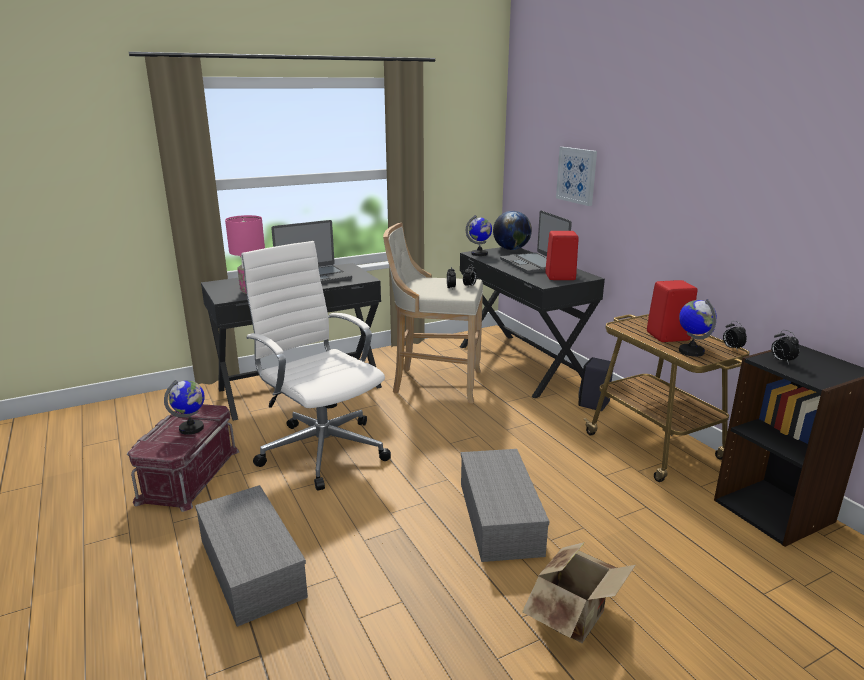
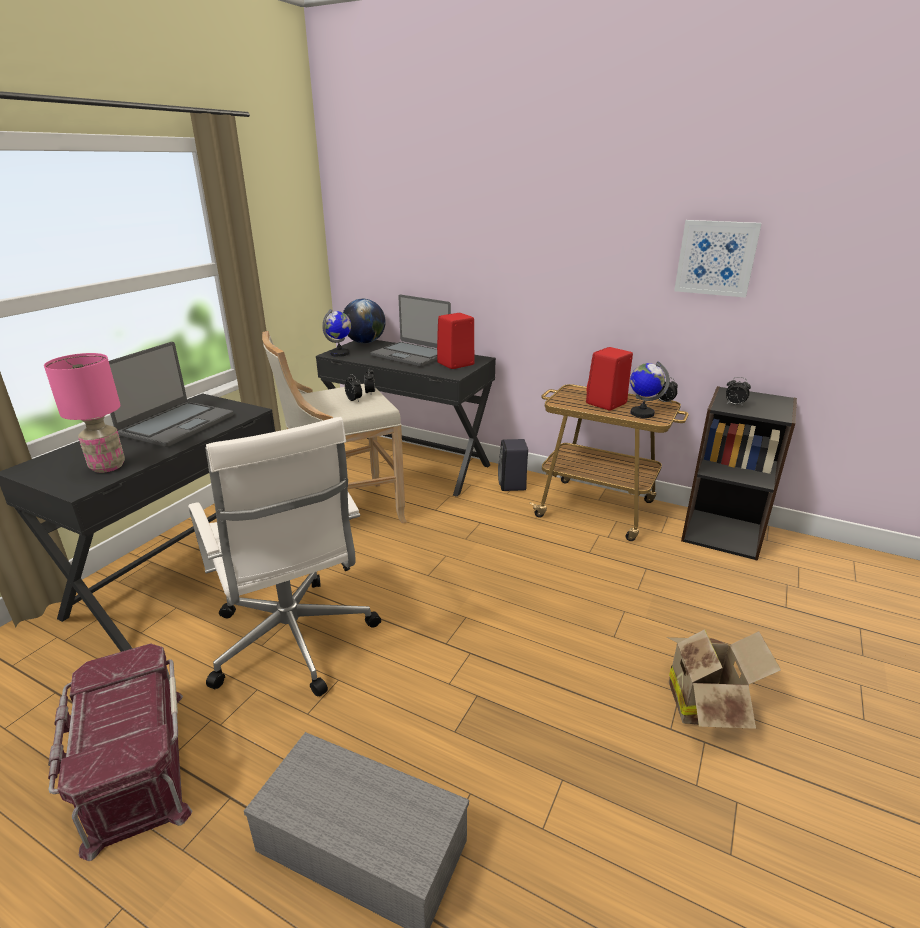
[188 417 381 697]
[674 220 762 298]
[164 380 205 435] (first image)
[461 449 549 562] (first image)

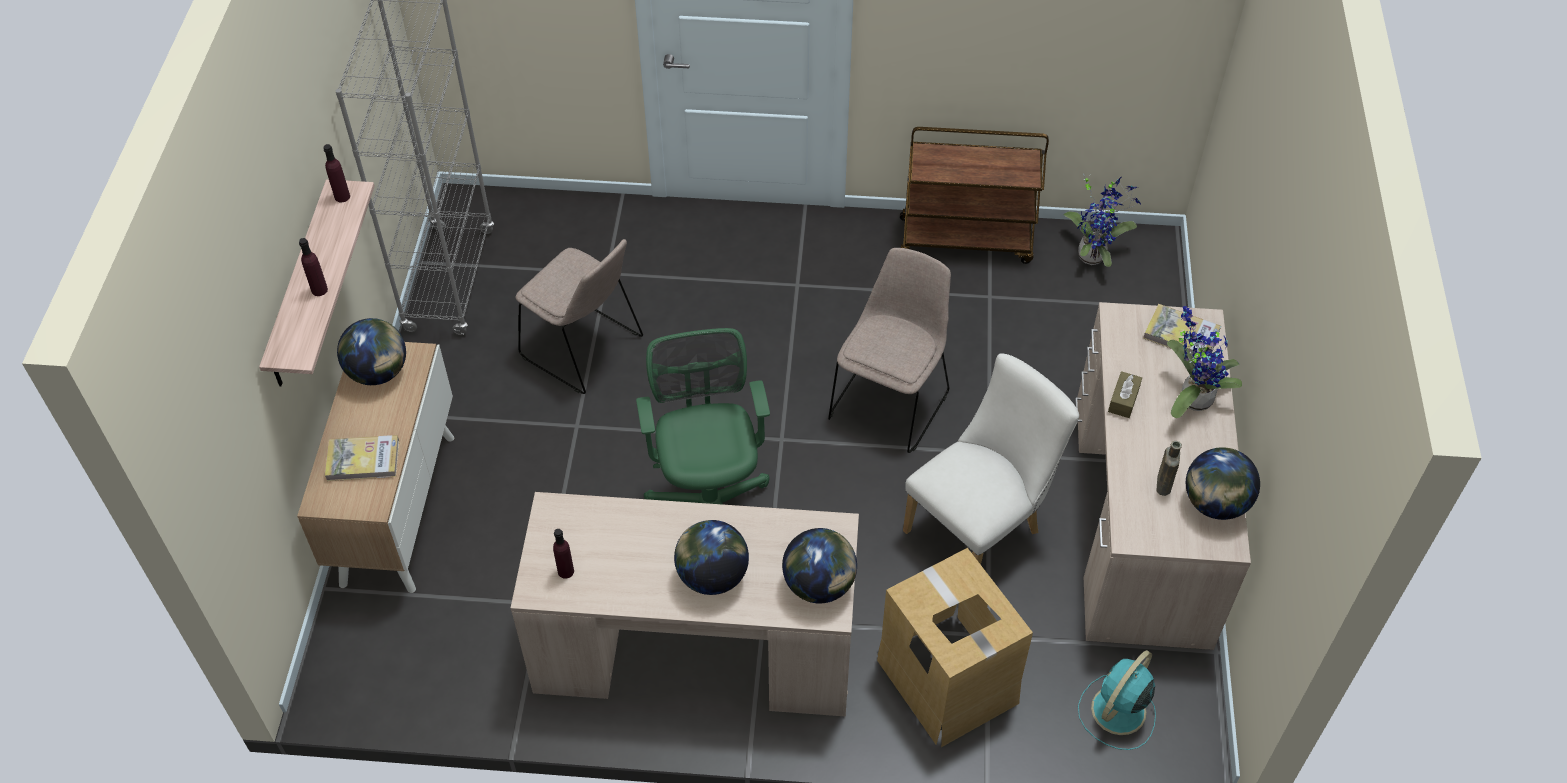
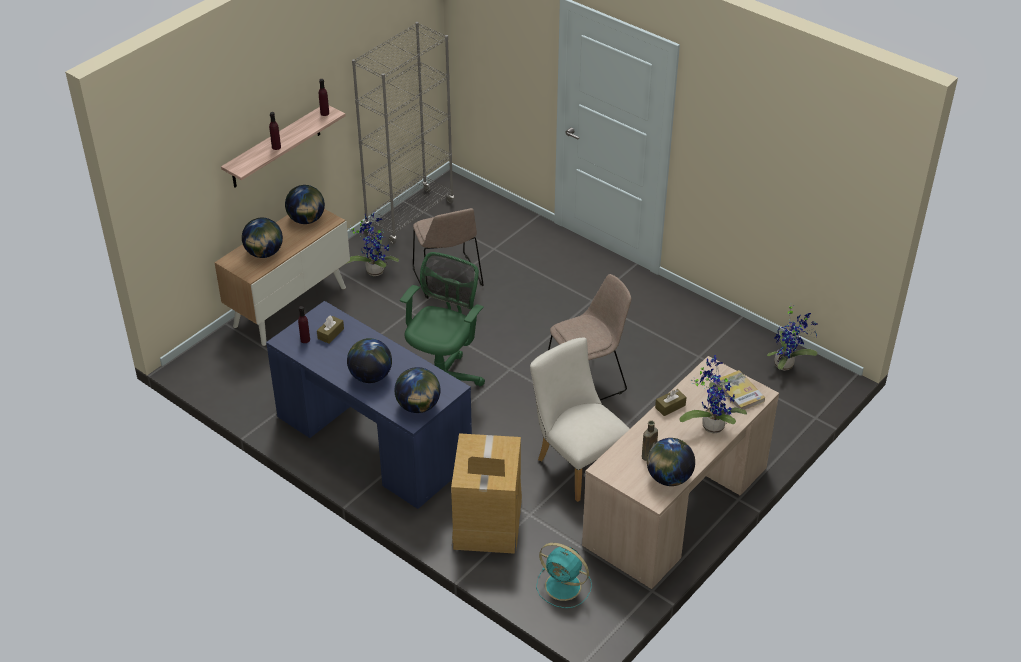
[242 218 283 258]
[266 301 472 509]
[317 315 344 344]
[346 213 399 276]
[530 338 630 502]
[536 543 592 608]
[900 127 1049 264] (first image)

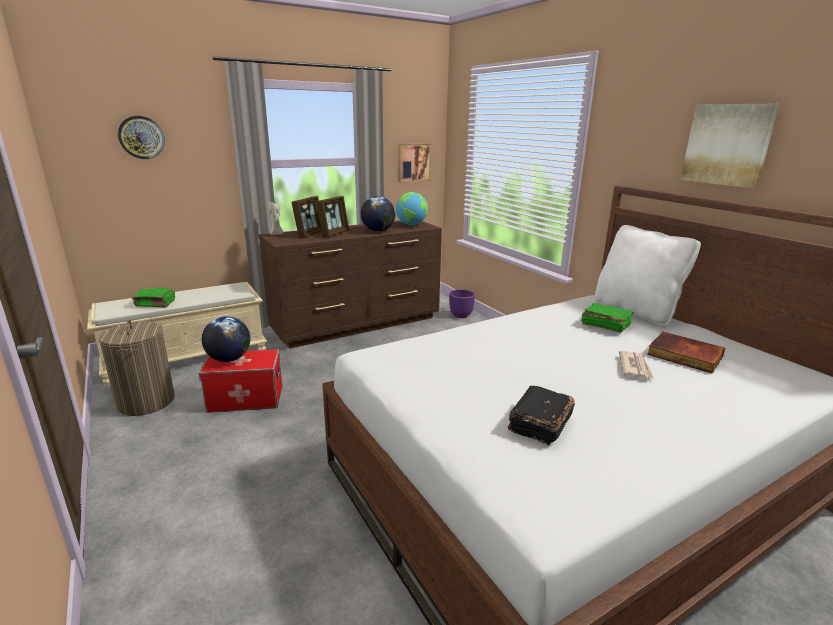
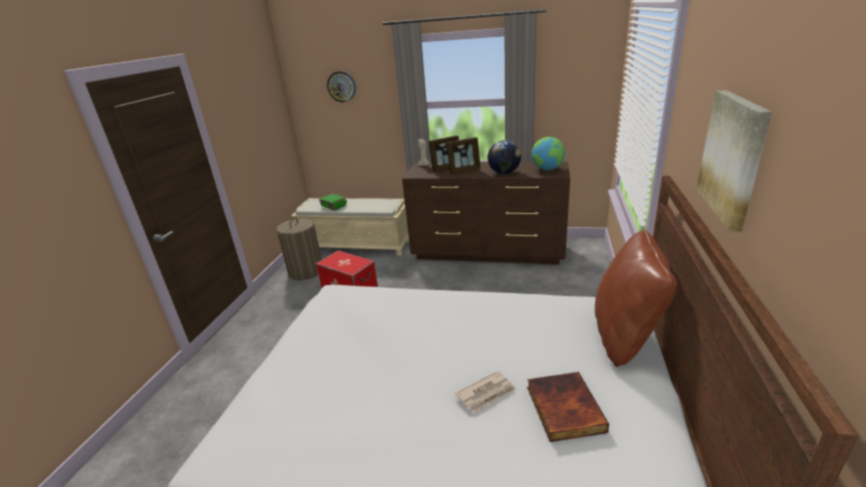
[595 229 677 367]
[201 316 250 362] (first image)
[398 144 432 182] (first image)
[449 289 475 318] (first image)
[508 386 575 445] (first image)
[581 303 634 333] (first image)

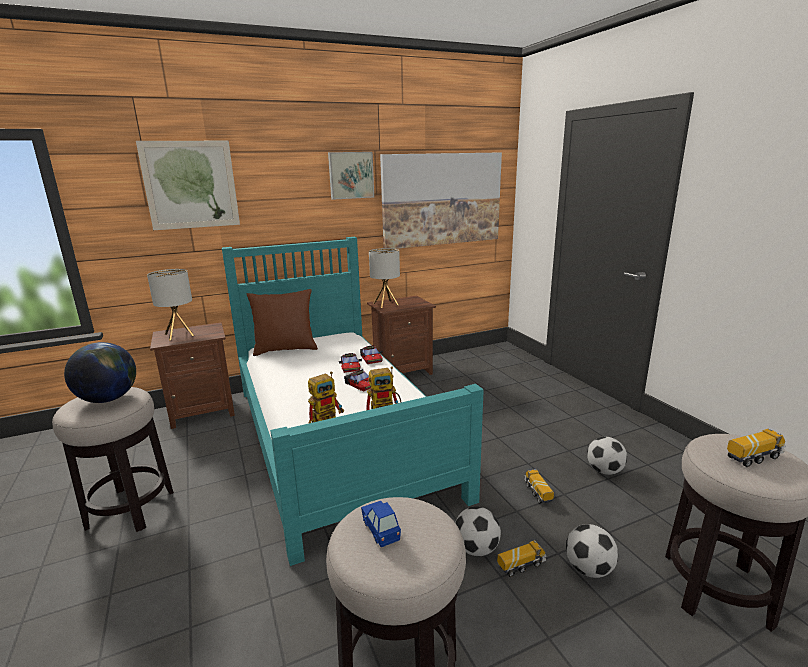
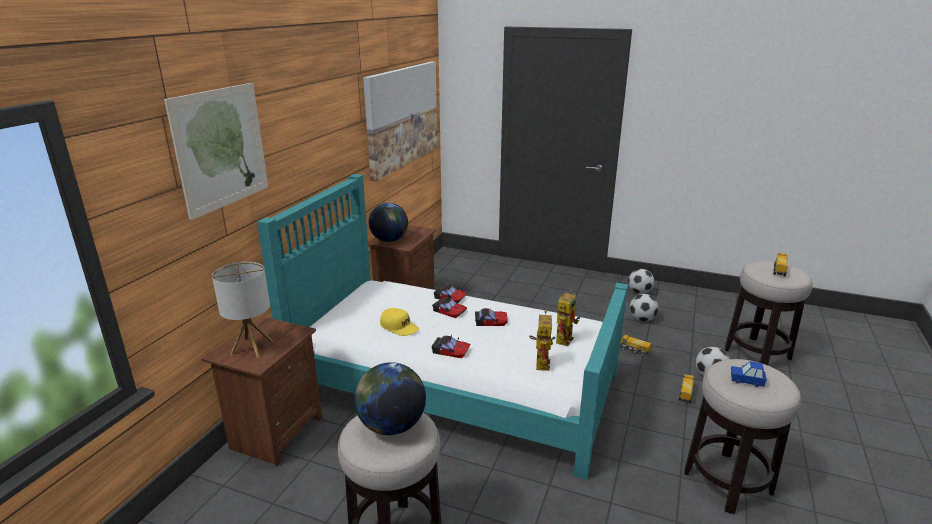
[369 203 408 242]
[380 308 419 336]
[431 335 470 358]
[628 269 654 294]
[247 289 318 356] (first image)
[328 152 374 200] (first image)

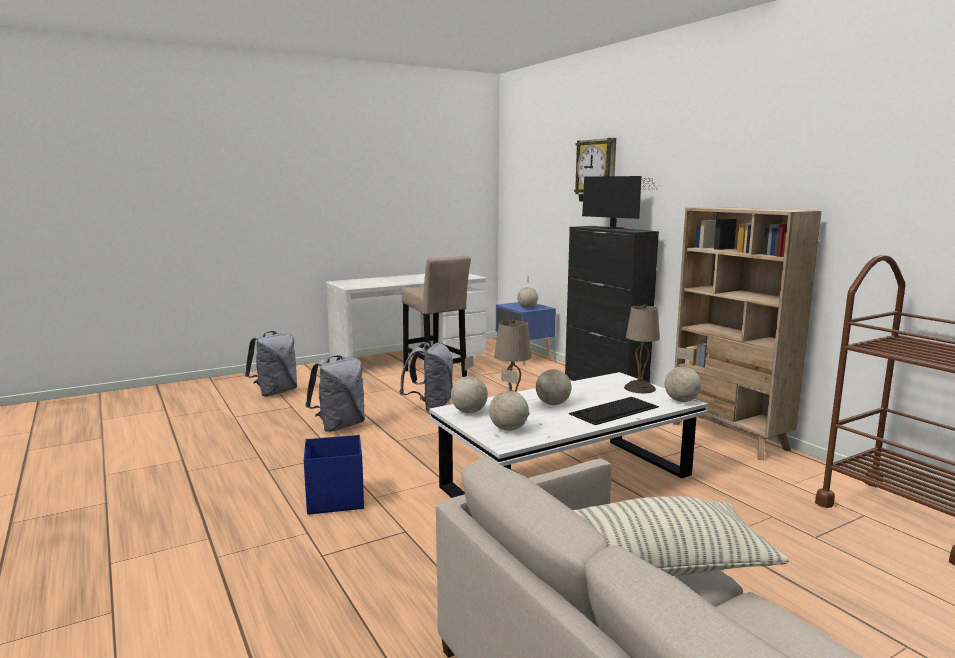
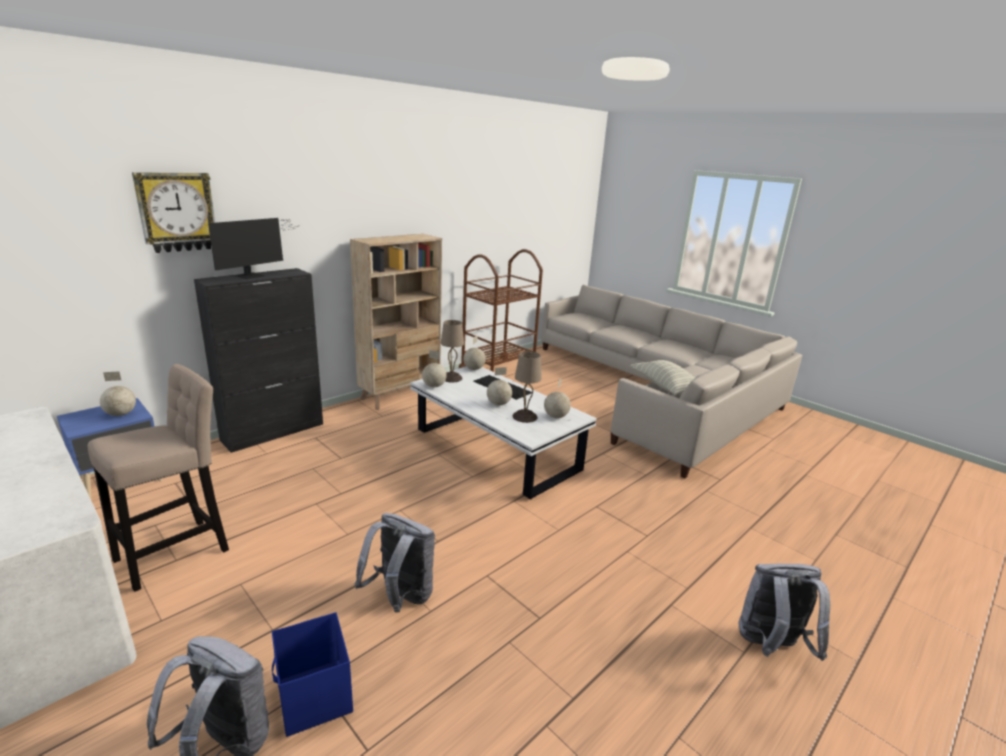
[272 612 353 737]
[422 350 447 387]
[739 564 830 661]

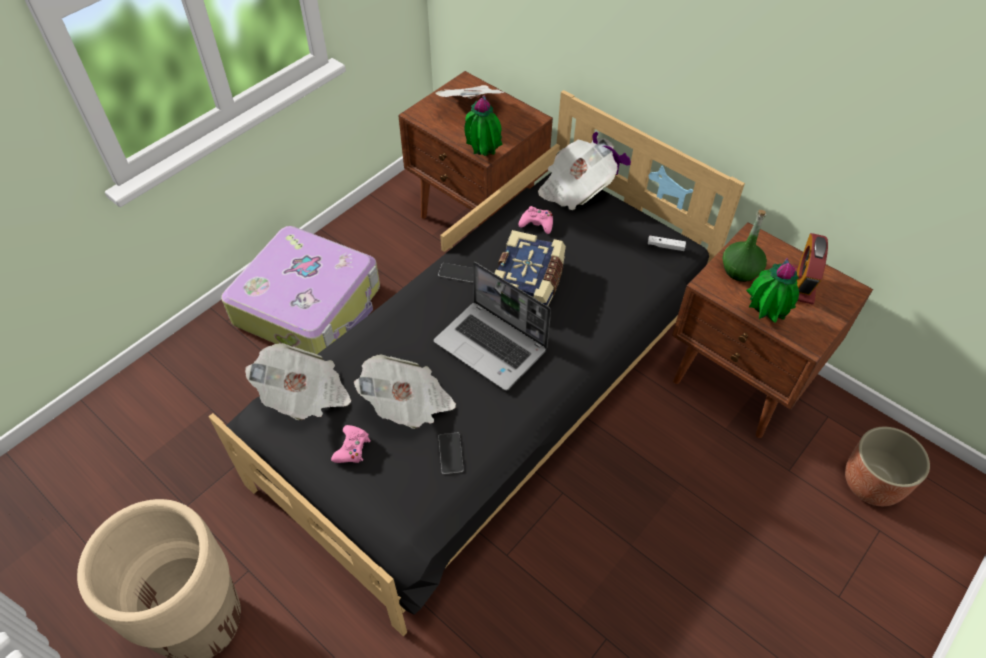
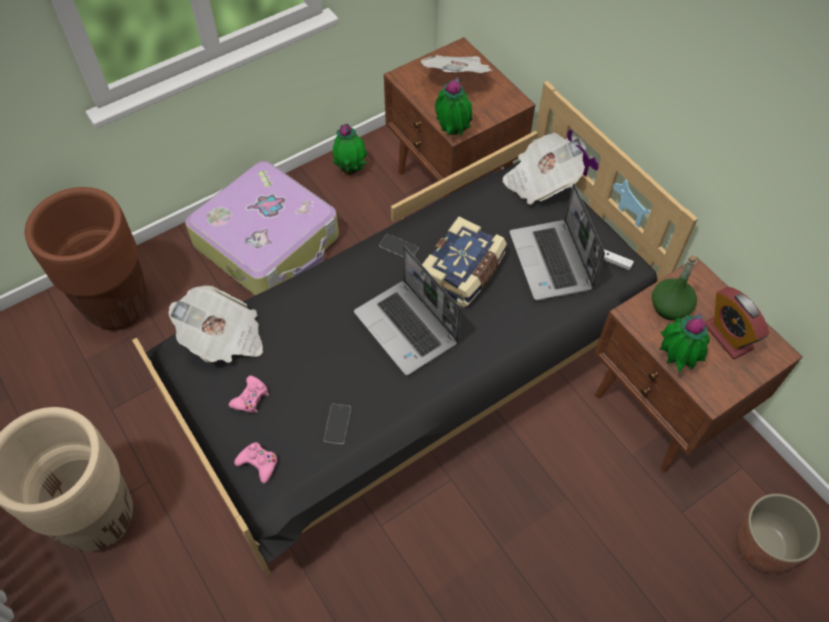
[25 187 148 330]
[234 442 278 484]
[333 124 368 175]
[509 183 605 301]
[704 287 769 359]
[354 354 456 429] (first image)

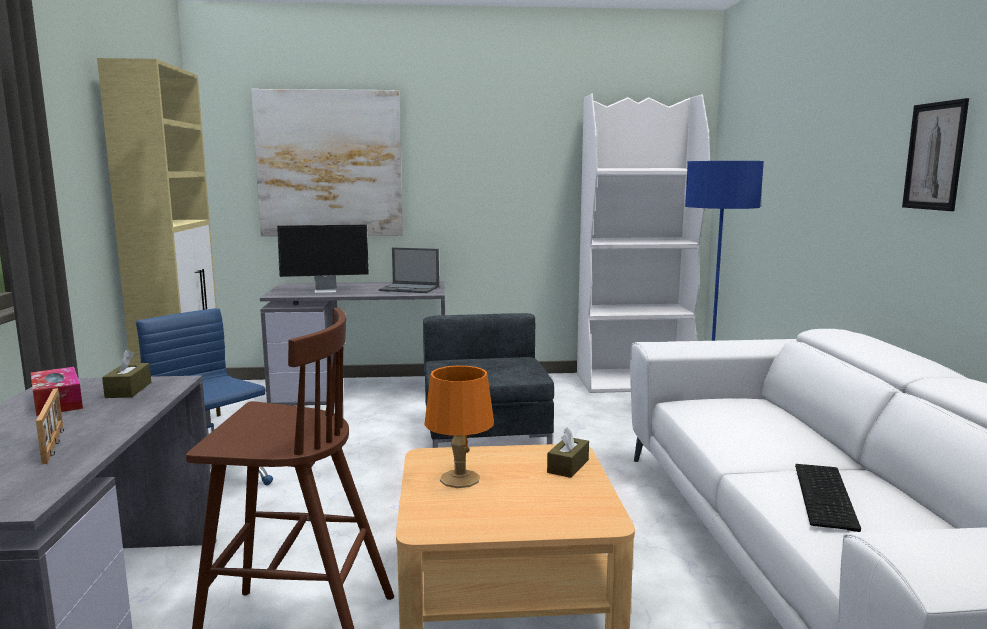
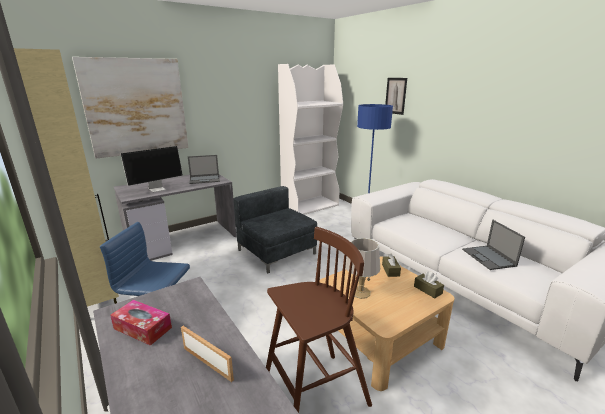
[345 238 380 299]
[385 78 407 115]
[414 271 444 298]
[462 220 525 270]

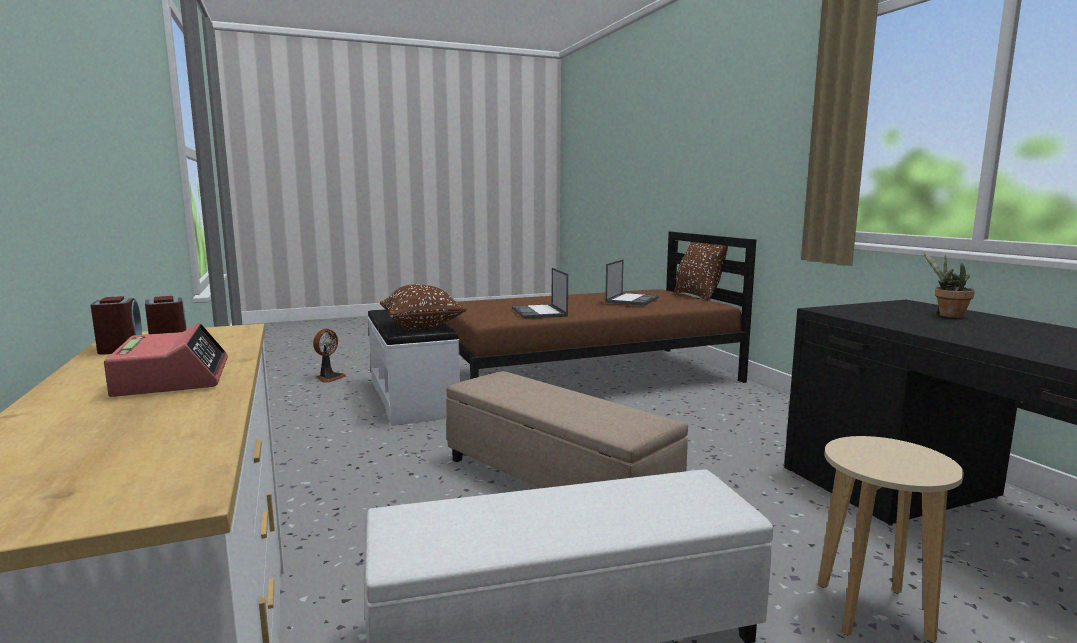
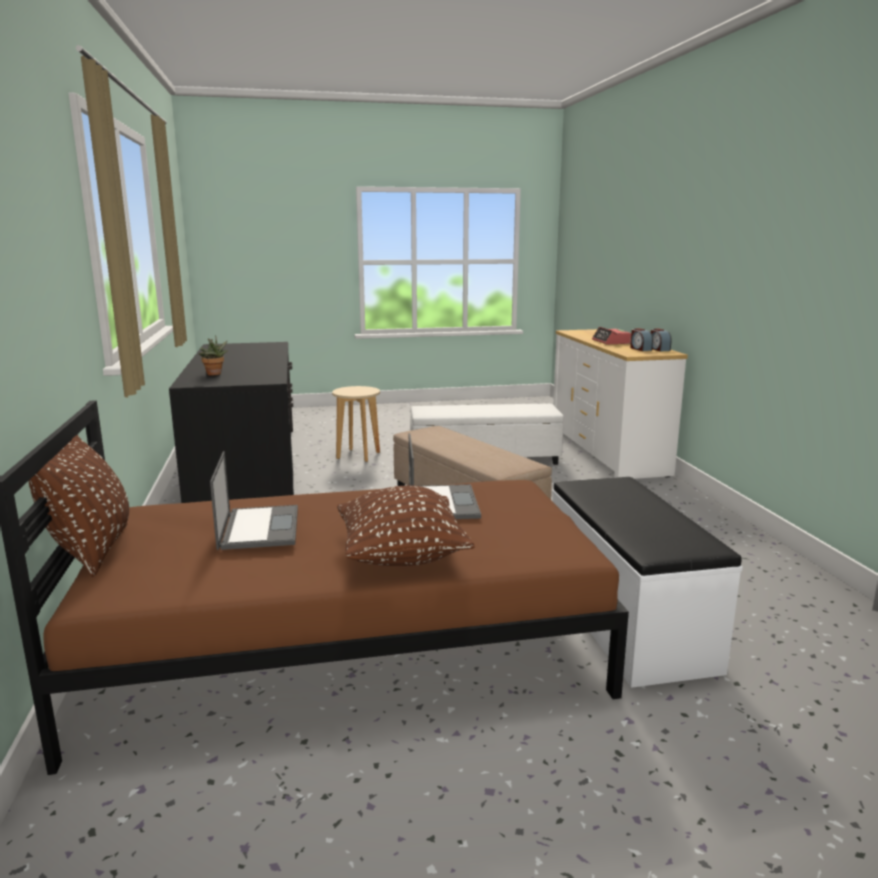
[210 451 298 550]
[337 485 475 566]
[313 329 346 383] (first image)

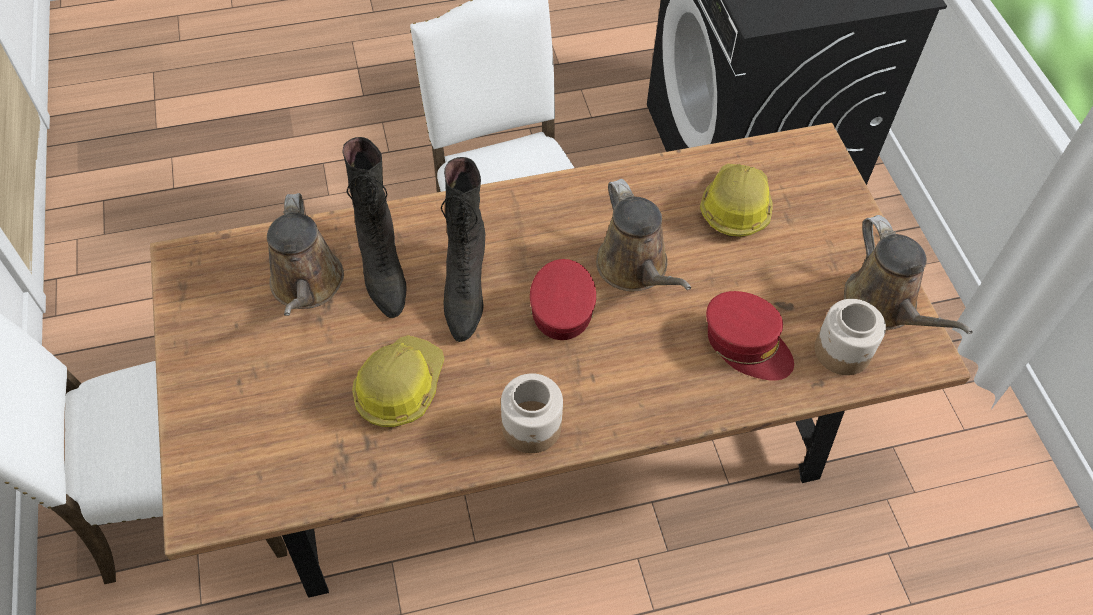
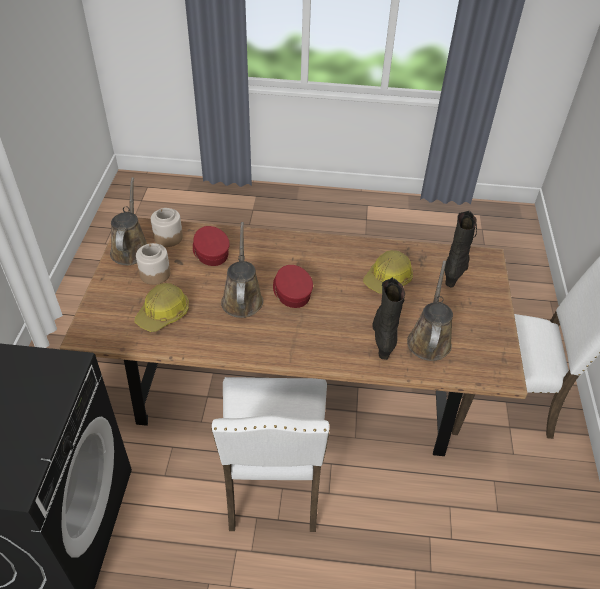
[136 243 170 285]
[273 265 313 308]
[444 211 477 288]

